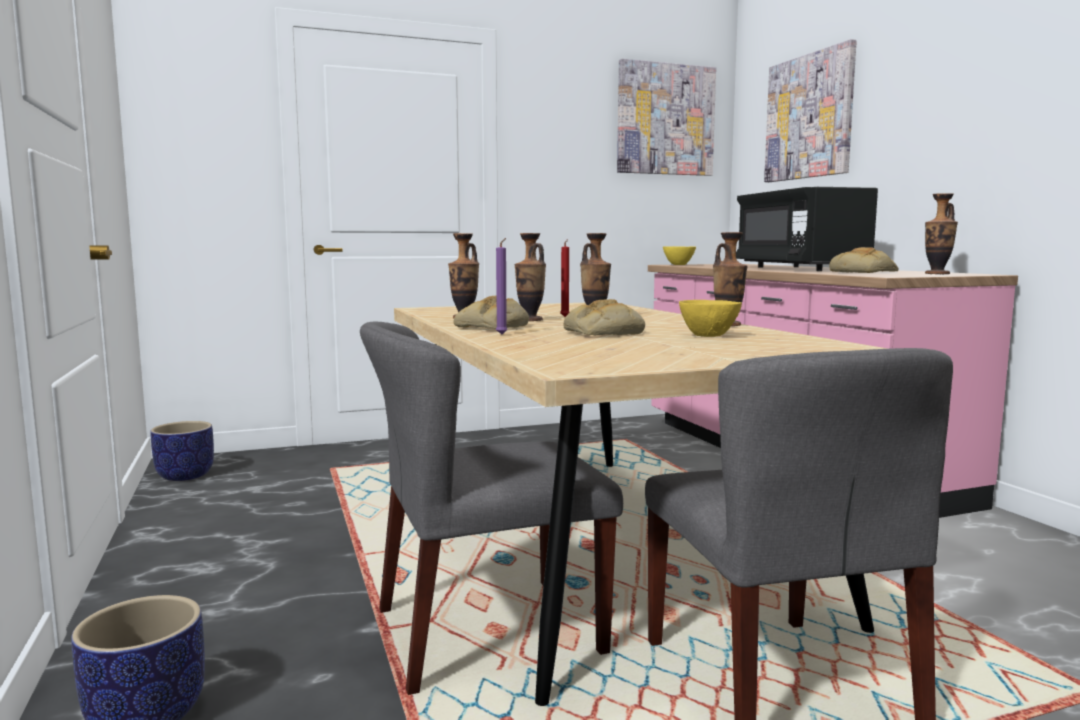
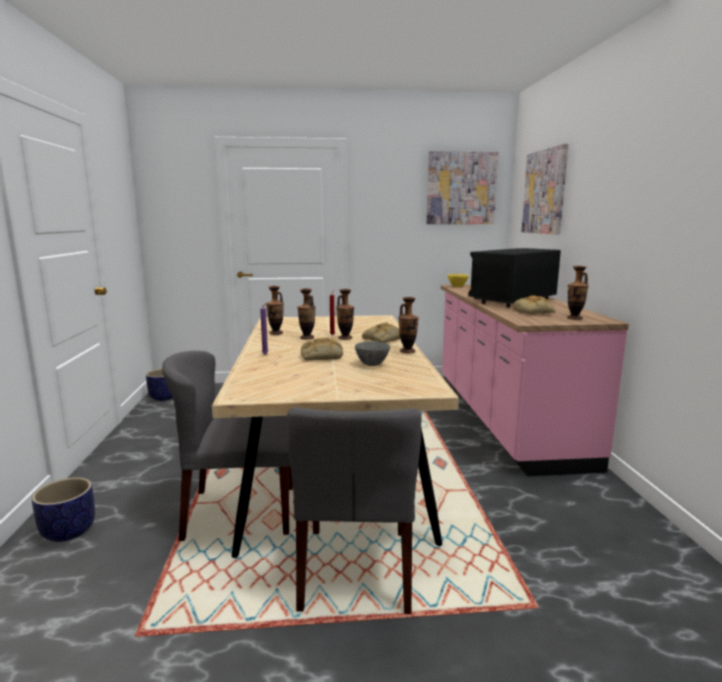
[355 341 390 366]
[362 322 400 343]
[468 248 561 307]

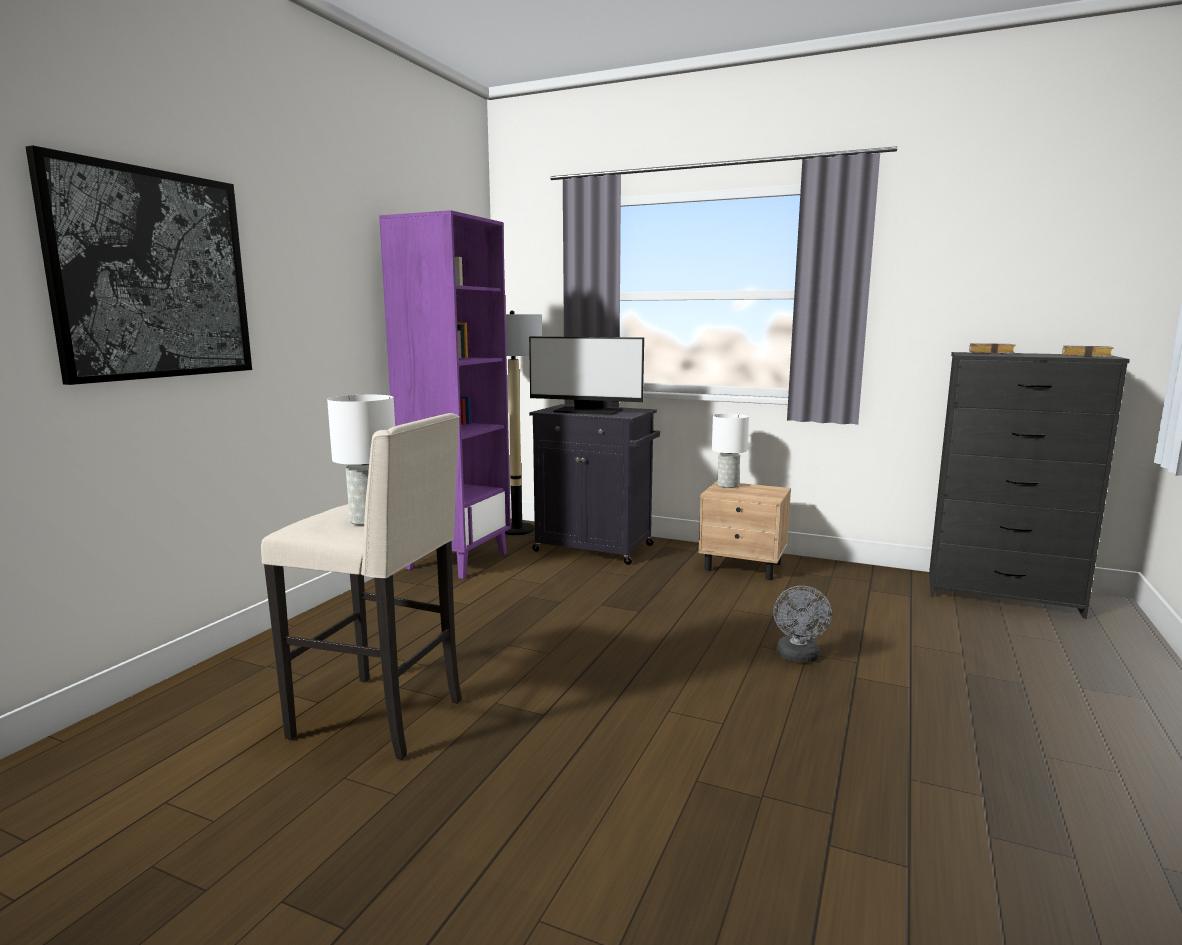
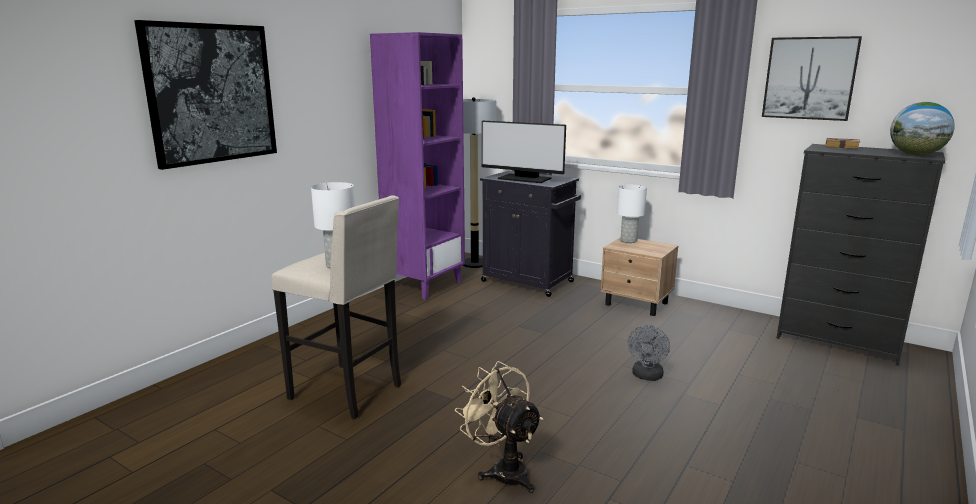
[455 361 543 493]
[762 36 862 121]
[890 102 955 156]

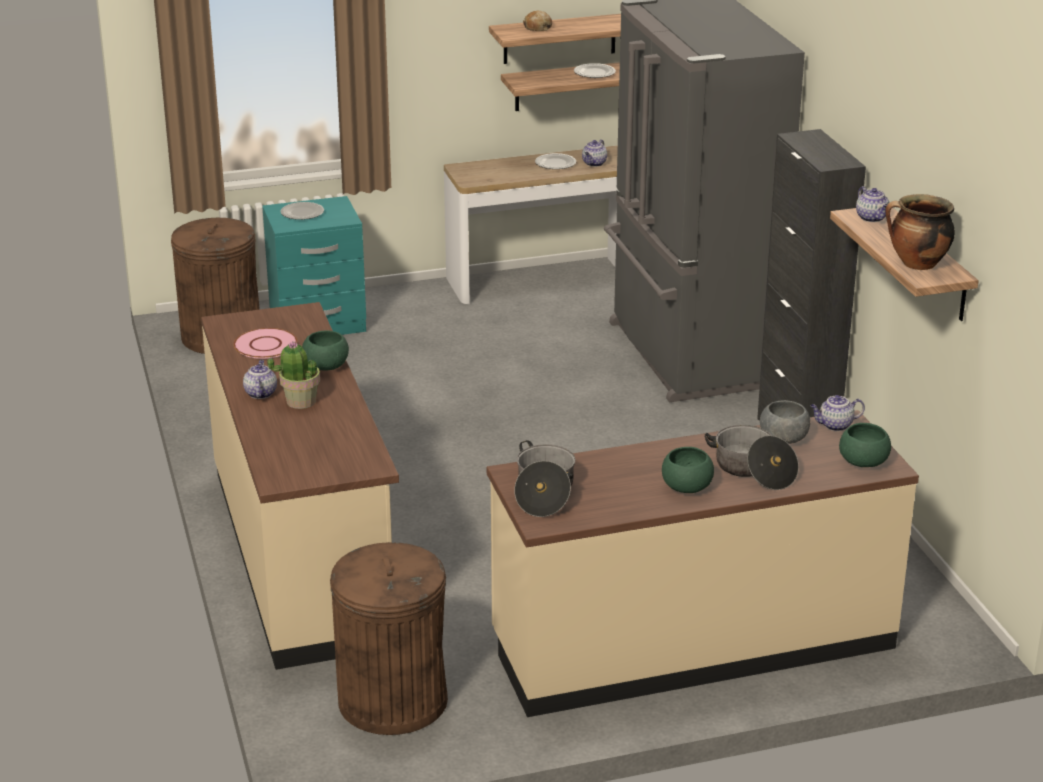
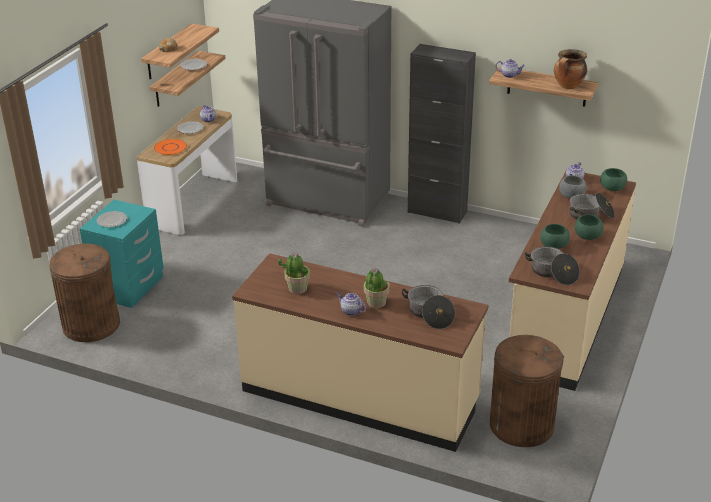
[154 139 187 155]
[278 252 310 294]
[402 285 455 329]
[540 224 570 249]

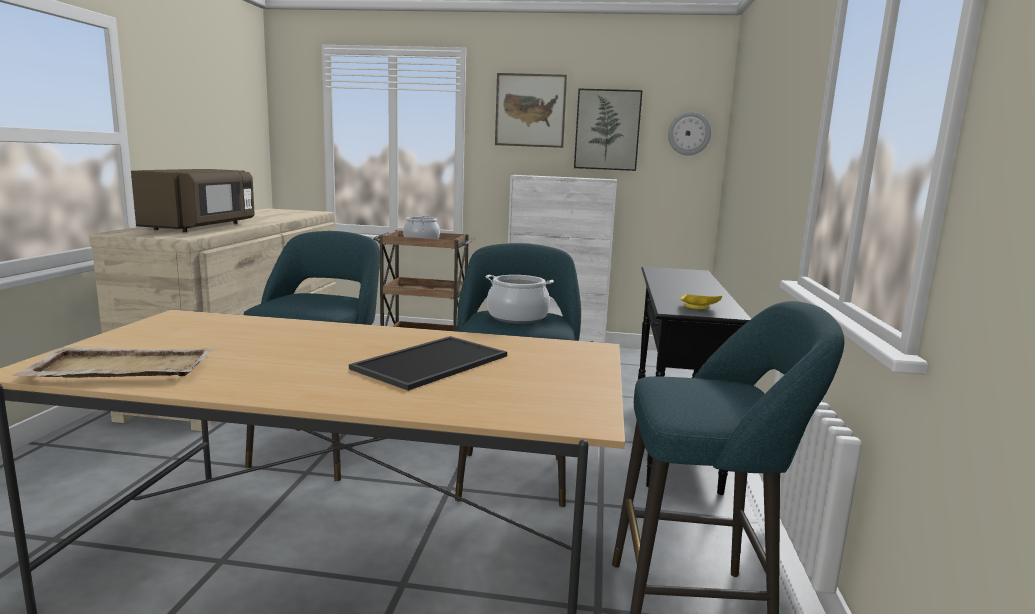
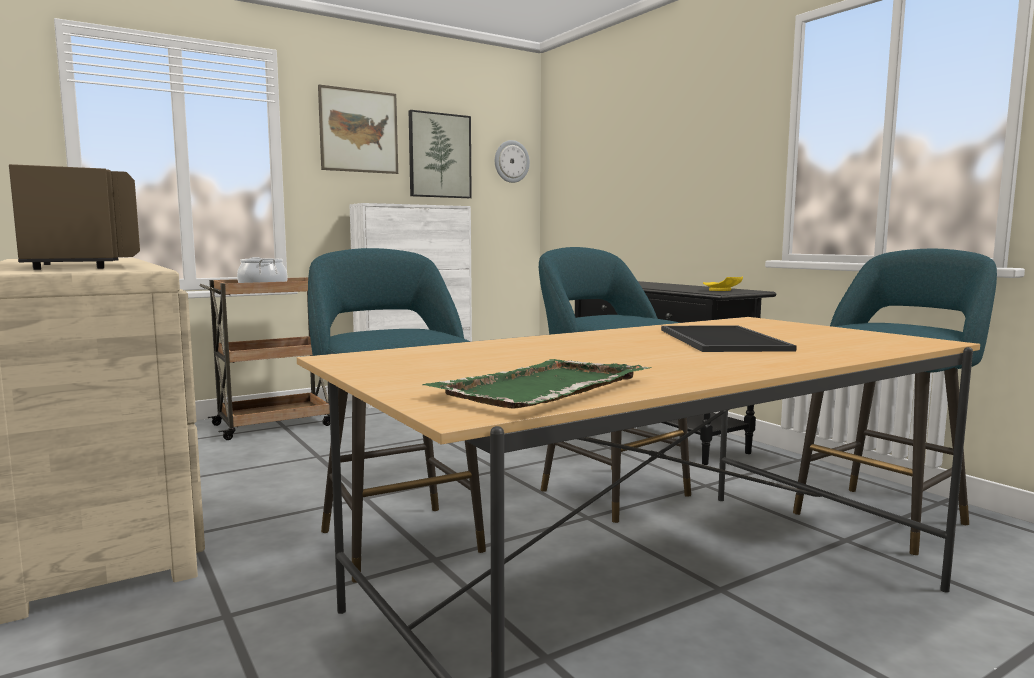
[422 359 652 409]
[485 275 554 324] (first image)

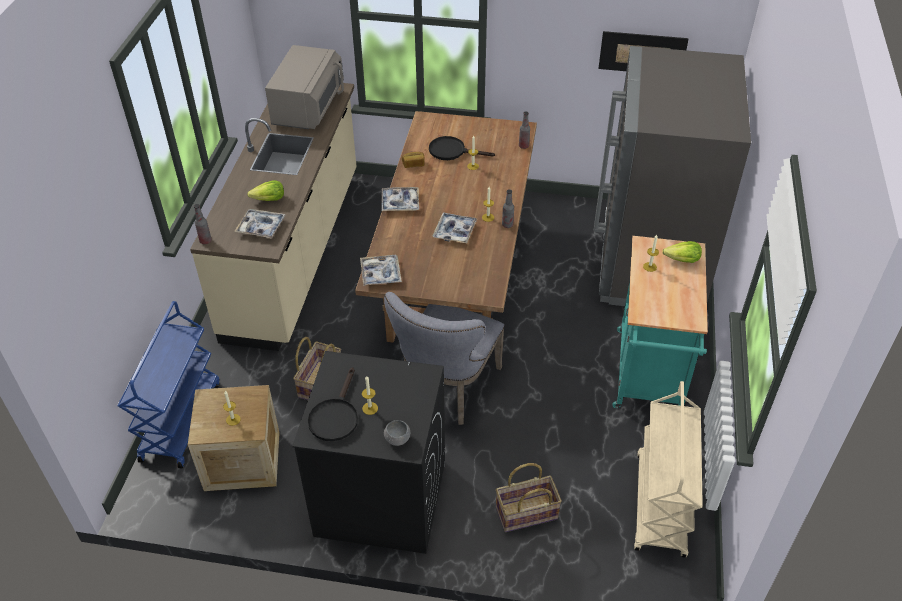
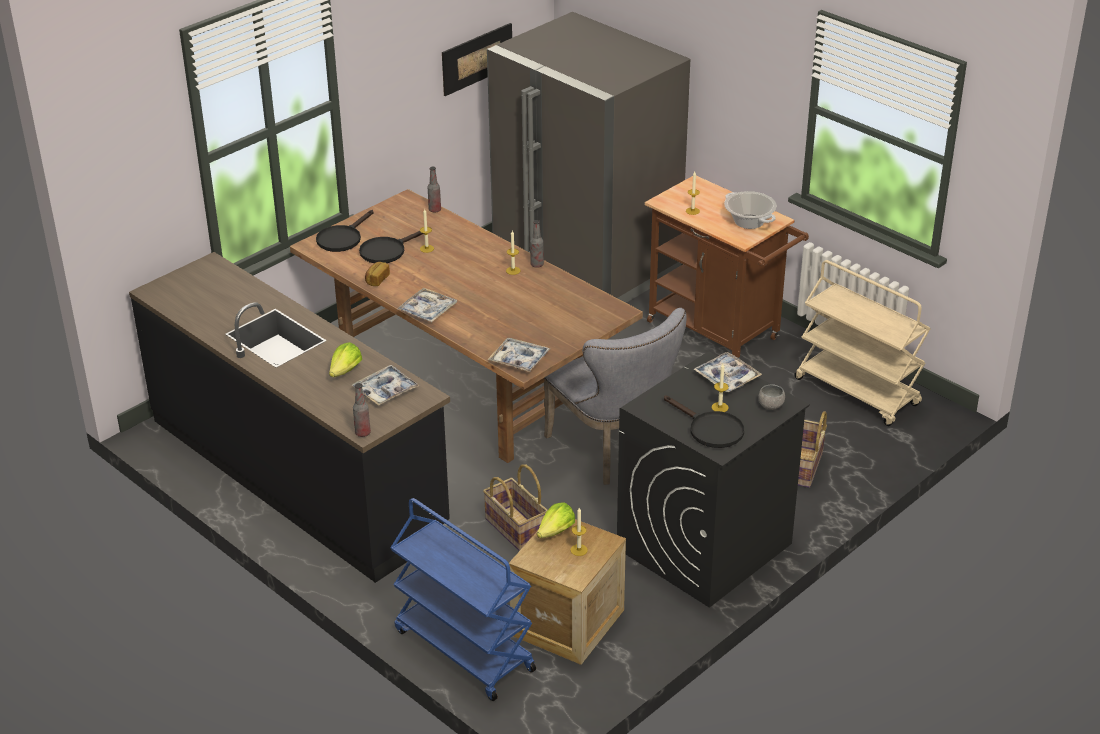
[129 252 450 583]
[316 210 374 252]
[537 502 575 538]
[645 176 809 358]
[693 352 762 392]
[724 191 777 229]
[265 45 344 129] (first image)

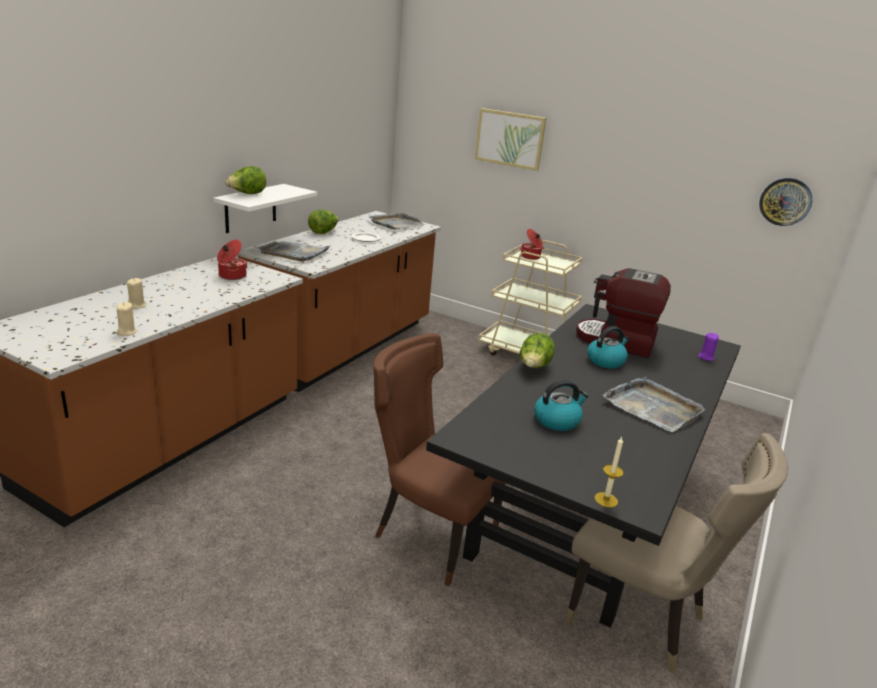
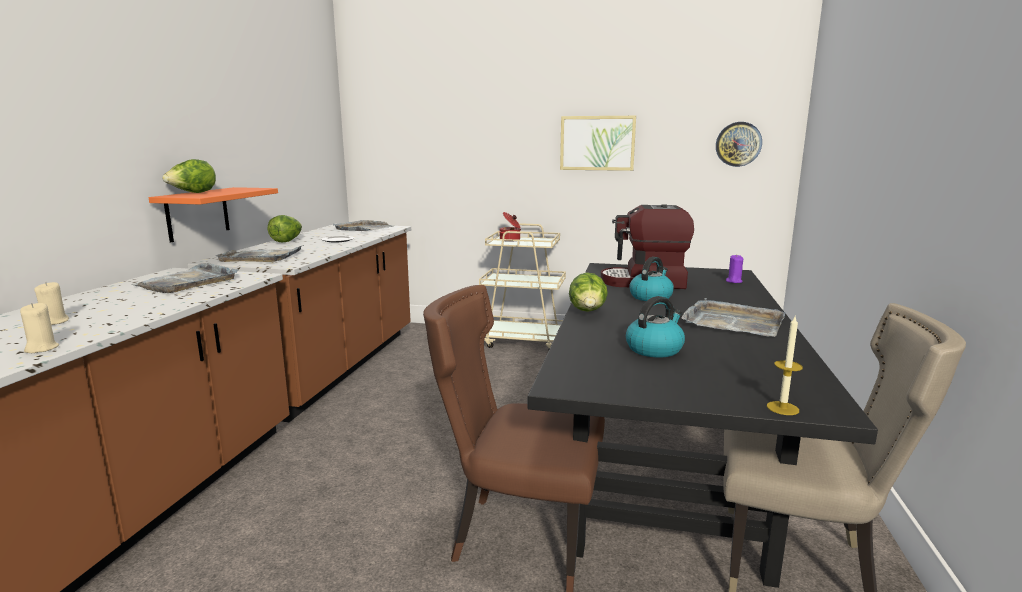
[131 263 239 293]
[149 187 278 243]
[560 116 636 171]

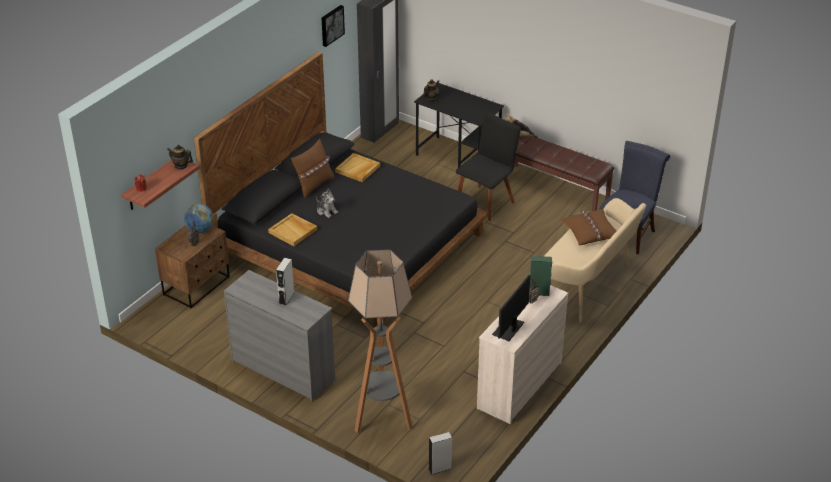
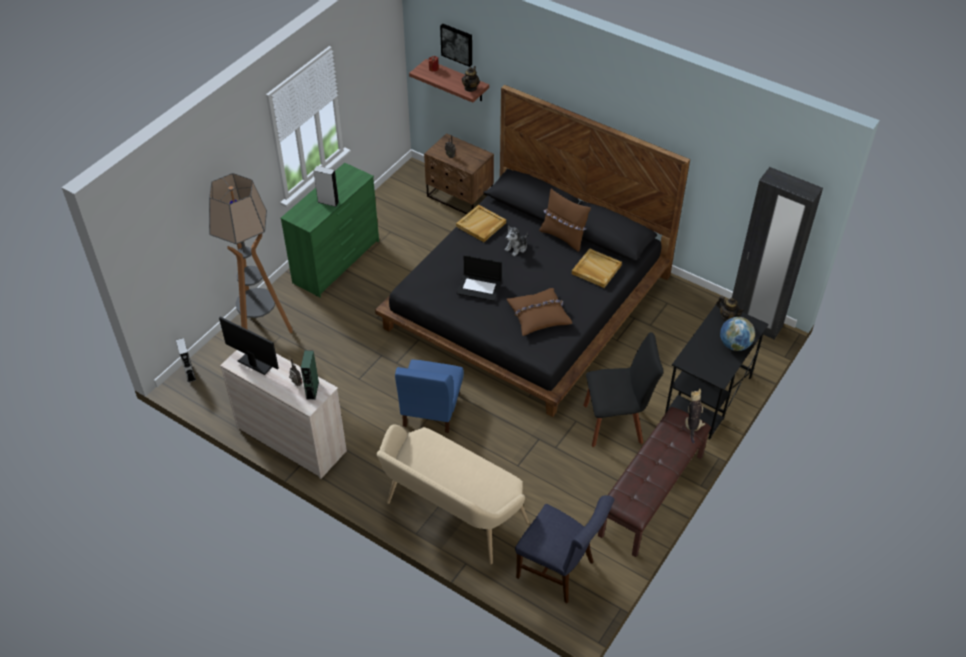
[281 163 379 297]
[395 360 464 433]
[440 24 472 67]
[456 255 502 302]
[506 288 572 336]
[583 332 664 447]
[720 317 755 351]

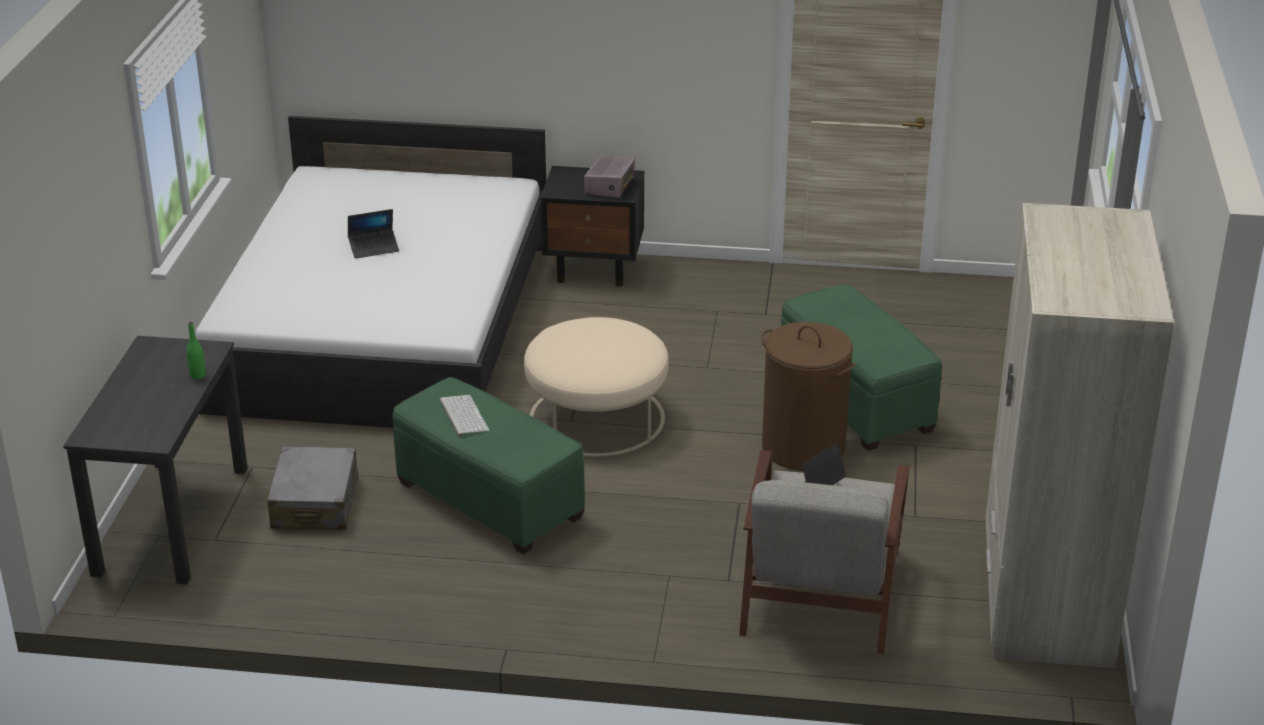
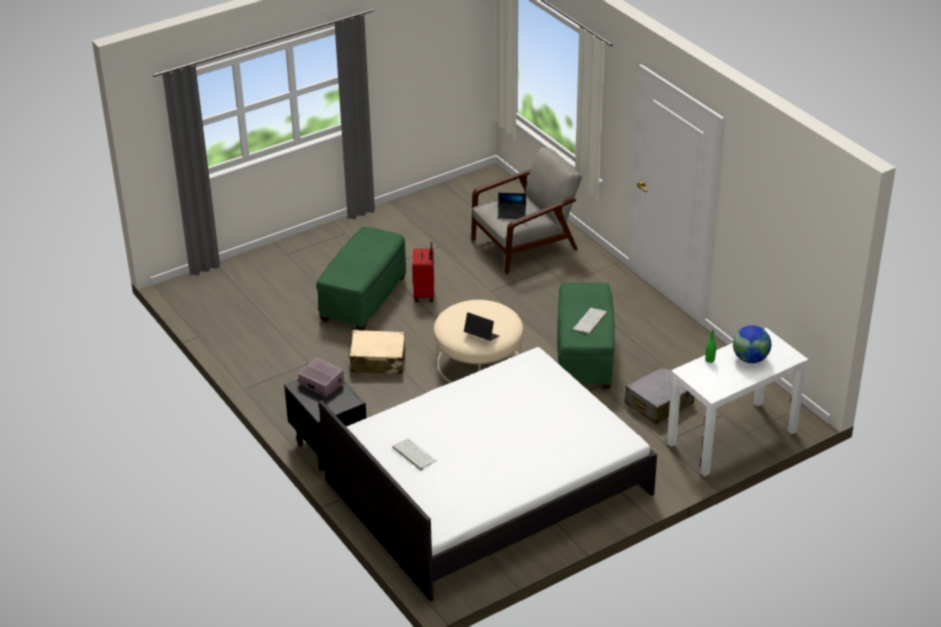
[298 358 344 397]
[348 330 405 374]
[392 439 437 470]
[413 242 434 302]
[464 312 499 341]
[667 328 808 476]
[733 325 771 363]
[986 203 1174 668] (first image)

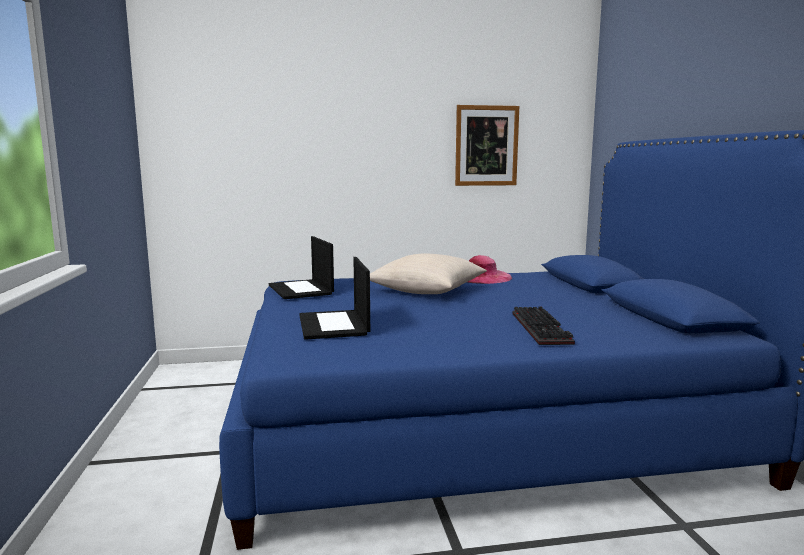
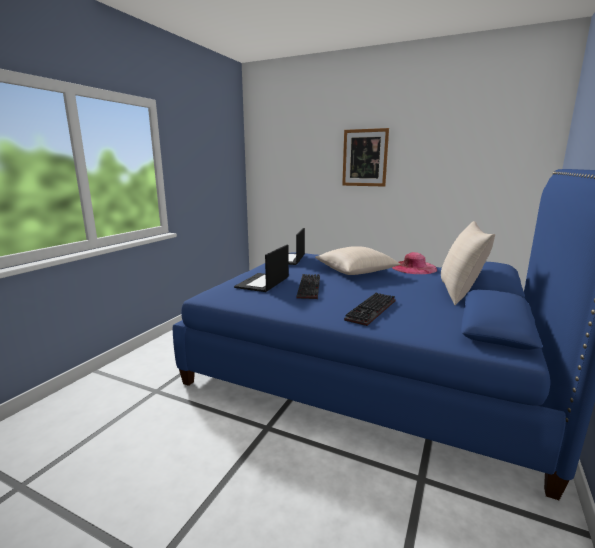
[296 274 320 299]
[342 128 389 187]
[441 221 495 305]

